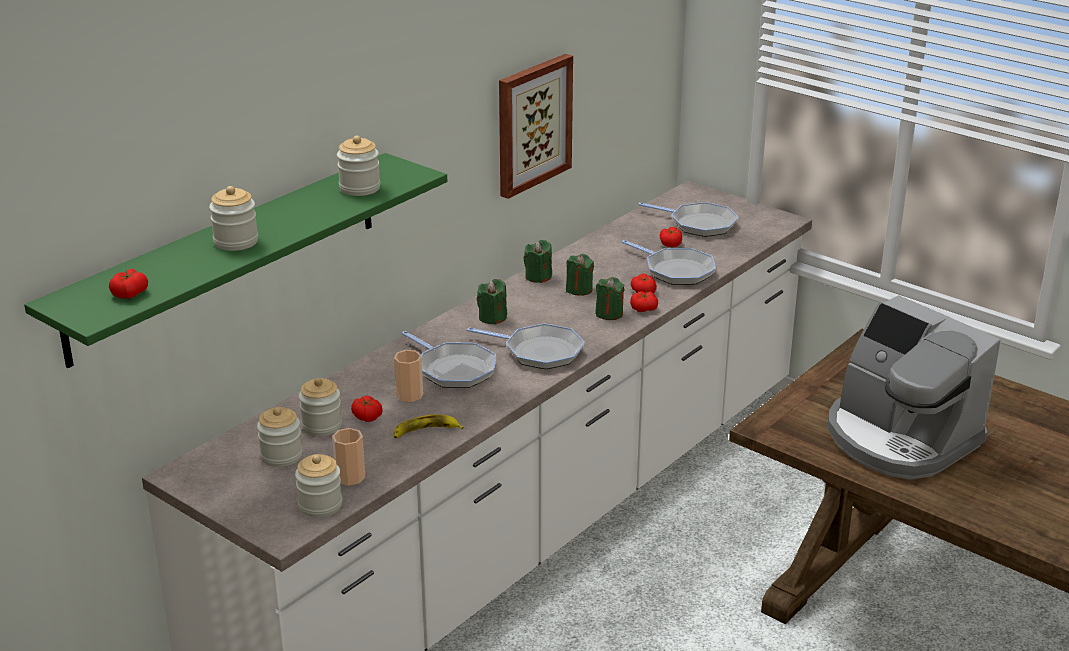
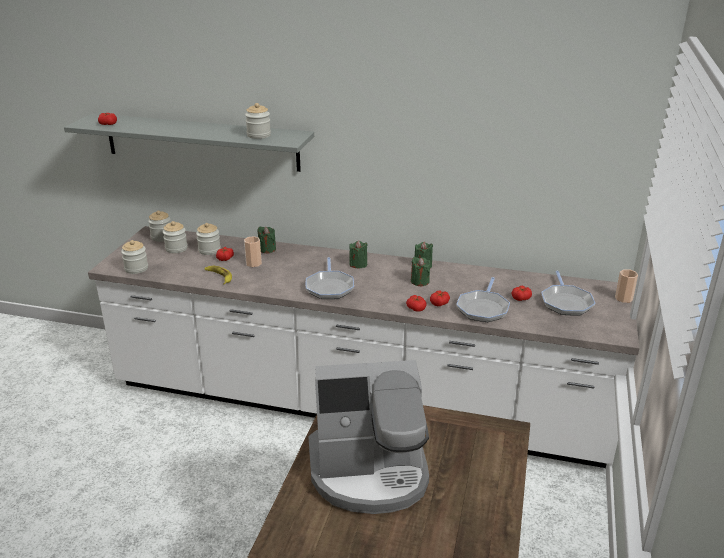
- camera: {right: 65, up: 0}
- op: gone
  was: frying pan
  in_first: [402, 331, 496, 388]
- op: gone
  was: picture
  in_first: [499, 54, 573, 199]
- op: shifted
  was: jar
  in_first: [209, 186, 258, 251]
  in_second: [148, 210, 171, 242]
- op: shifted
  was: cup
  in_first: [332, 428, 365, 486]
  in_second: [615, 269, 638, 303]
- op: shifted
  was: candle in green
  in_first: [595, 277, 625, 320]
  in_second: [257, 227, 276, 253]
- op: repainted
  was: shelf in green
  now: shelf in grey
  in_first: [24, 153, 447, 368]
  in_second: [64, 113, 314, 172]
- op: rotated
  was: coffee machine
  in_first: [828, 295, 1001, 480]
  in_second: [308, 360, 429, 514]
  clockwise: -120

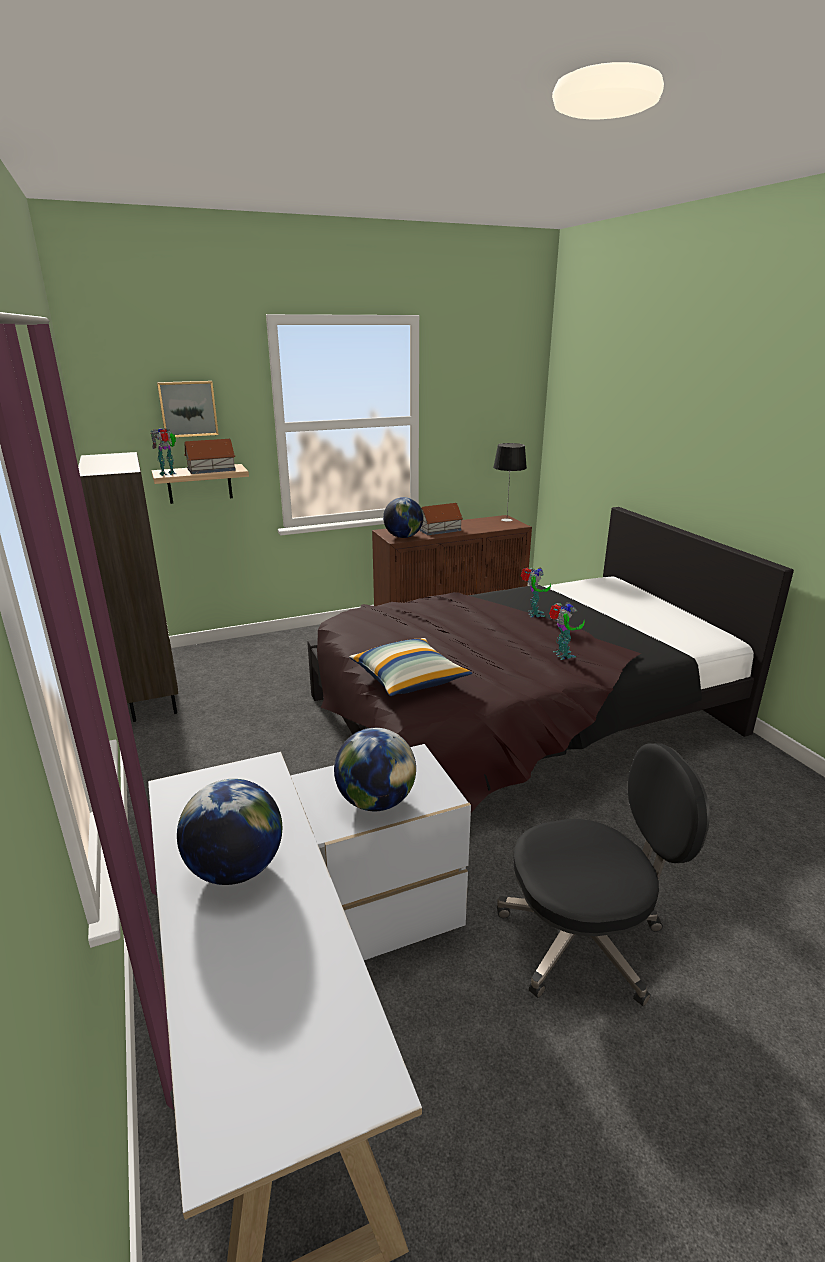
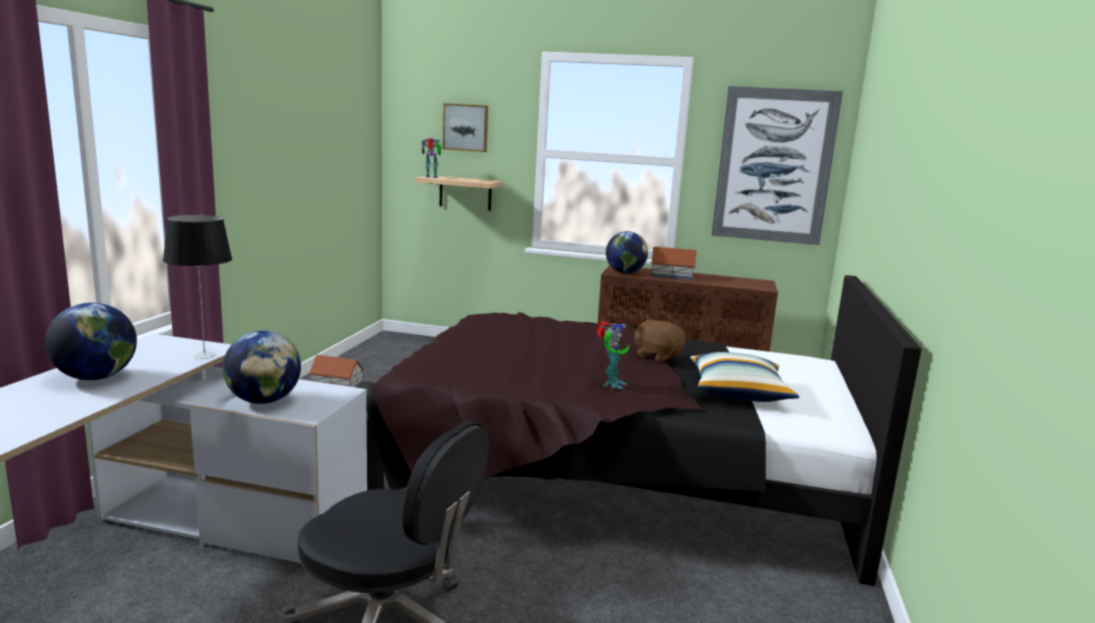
- camera: {right: 35, up: -10}
- op: gone
  was: bookcase in brown
  in_first: [78, 452, 178, 722]
- op: new
  now: picture
  in_second: [711, 86, 843, 245]
- op: shifted
  was: toy house
  in_first: [184, 439, 236, 474]
  in_second: [308, 355, 364, 388]
- op: shifted
  was: pillow
  in_first: [349, 638, 472, 696]
  in_second: [690, 352, 799, 402]
- op: shifted
  was: table lamp
  in_first: [493, 443, 527, 522]
  in_second: [163, 215, 232, 359]
- op: swapped
  was: toy robot
  now: plush toy in brown
  in_first: [521, 568, 551, 617]
  in_second: [635, 320, 685, 362]

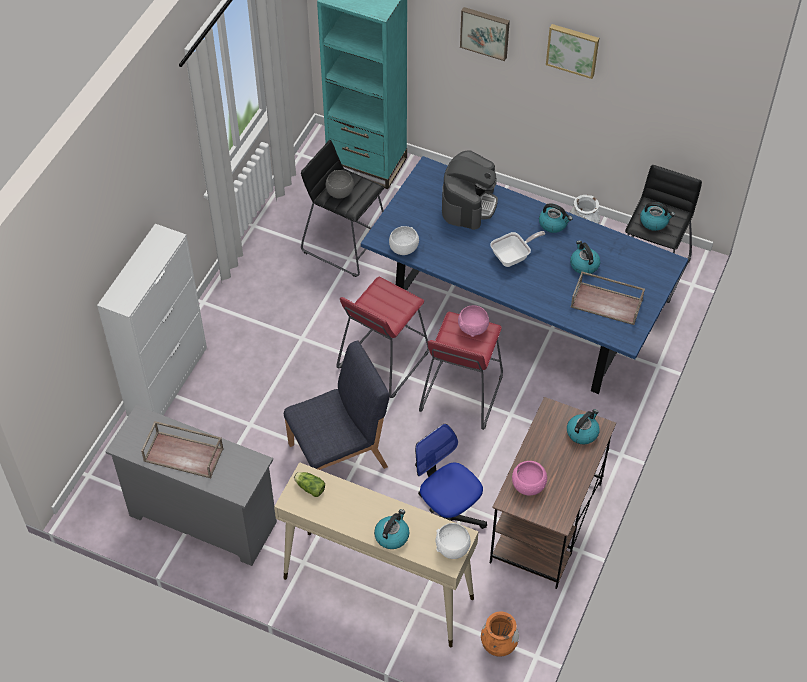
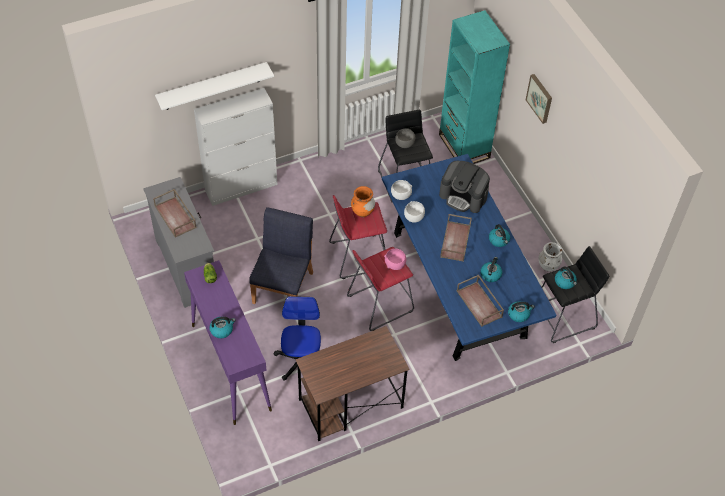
- camera: {right: 40, up: 0}
- op: gone
  was: bowl in pink
  in_first: [512, 461, 547, 496]
- op: gone
  was: picture
  in_first: [546, 24, 599, 79]
- op: new
  now: shelf in white
  in_second: [155, 62, 274, 110]
- op: shifted
  was: bowl in white
  in_first: [436, 523, 471, 559]
  in_second: [404, 201, 425, 223]
- op: shifted
  was: vase in orange
  in_first: [481, 611, 519, 657]
  in_second: [351, 186, 375, 217]
- op: shifted
  was: kettle
  in_first: [567, 409, 600, 445]
  in_second: [508, 301, 535, 322]
- op: swapped
  was: frying pan
  now: tray in brown
  in_first: [490, 231, 545, 267]
  in_second: [440, 214, 472, 262]
- op: repainted
  was: console table in beige
  now: console table in purple
  in_first: [274, 462, 479, 647]
  in_second: [184, 260, 272, 425]
- op: rotated
  was: chair in blue
  in_first: [284, 340, 390, 470]
  in_second: [249, 207, 313, 304]
  clockwise: -90
- op: rotated
  was: coffee machine
  in_first: [442, 150, 498, 230]
  in_second: [439, 161, 490, 213]
  clockwise: 60

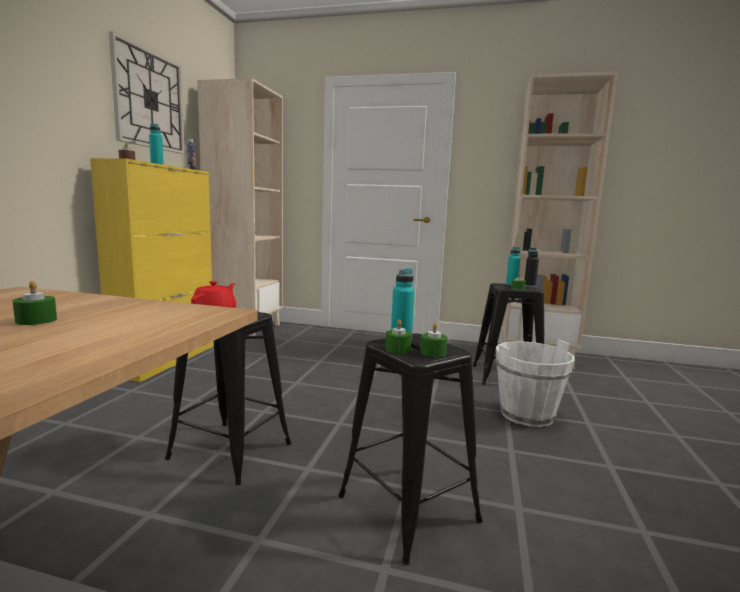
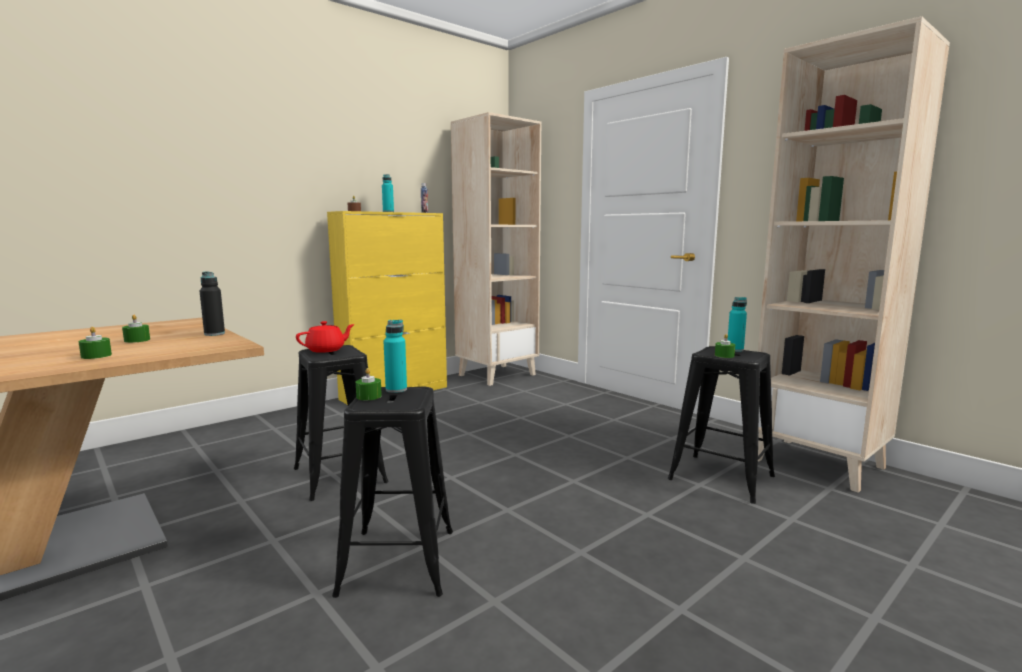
- camera: {right: 35, up: 0}
- op: gone
  was: wall clock
  in_first: [109, 31, 185, 154]
- op: gone
  was: bucket in white
  in_first: [495, 340, 575, 427]
- op: shifted
  was: candle in green
  in_first: [420, 323, 447, 357]
  in_second: [78, 327, 112, 359]
- op: shifted
  was: bottle in black
  in_first: [525, 248, 539, 287]
  in_second: [200, 272, 225, 336]

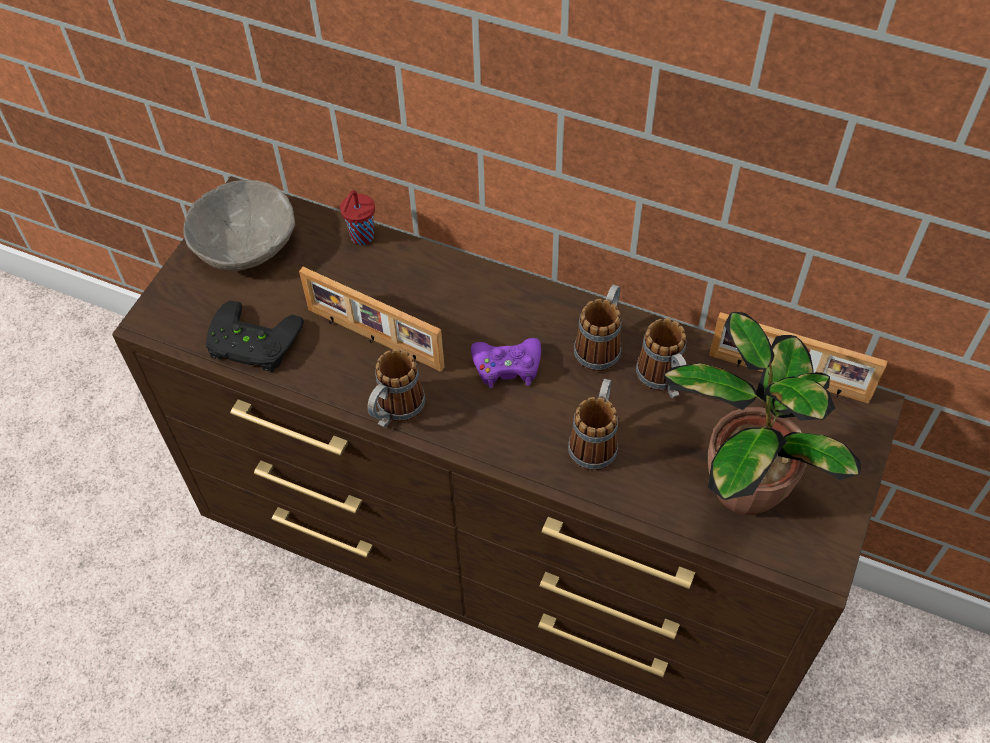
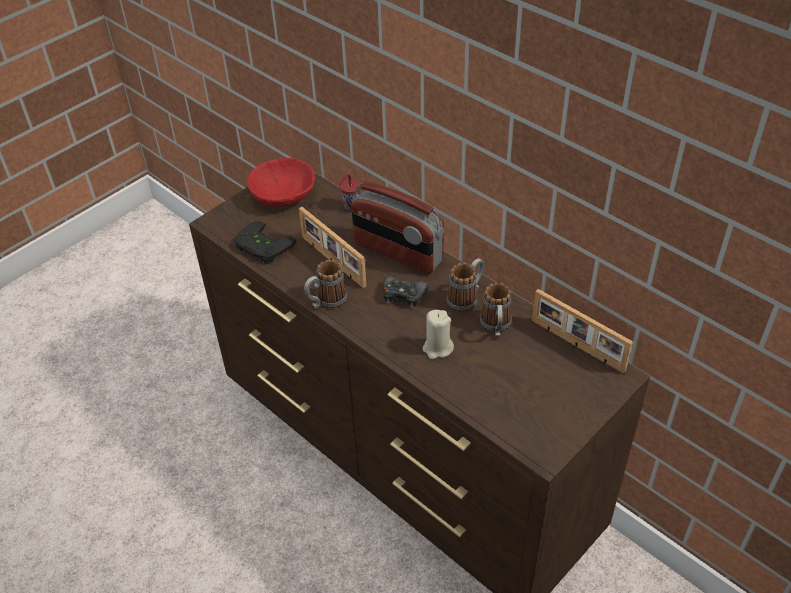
- camera: {right: 20, up: -10}
- op: gone
  was: potted plant
  in_first: [663, 312, 861, 515]
- op: new
  now: radio
  in_second: [351, 181, 444, 274]
- op: swapped
  was: mug
  now: candle in beige
  in_first: [568, 379, 618, 471]
  in_second: [423, 310, 454, 359]
- op: repainted
  was: bowl in grey
  now: bowl in red
  in_first: [183, 180, 295, 271]
  in_second: [247, 158, 315, 206]
- op: repainted
  was: game controller in purple
  now: game controller in black
  in_first: [471, 338, 541, 388]
  in_second: [383, 276, 428, 308]

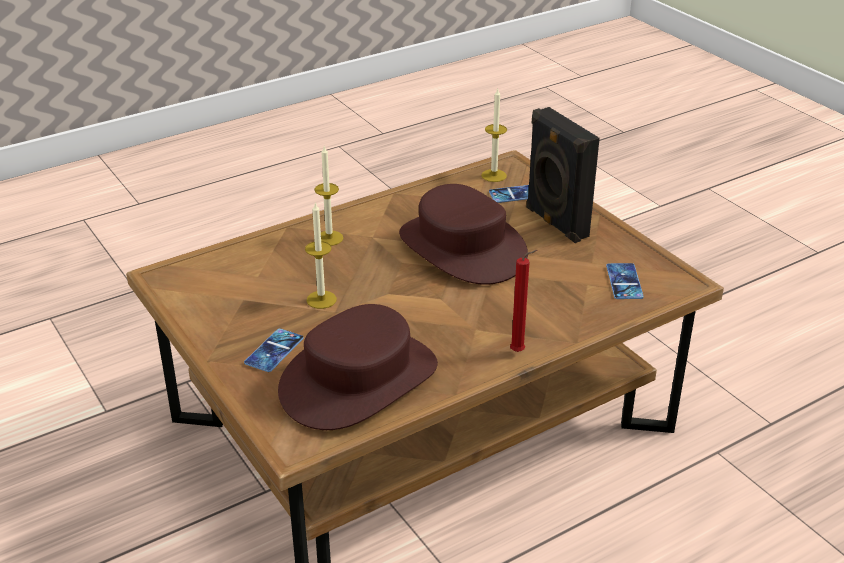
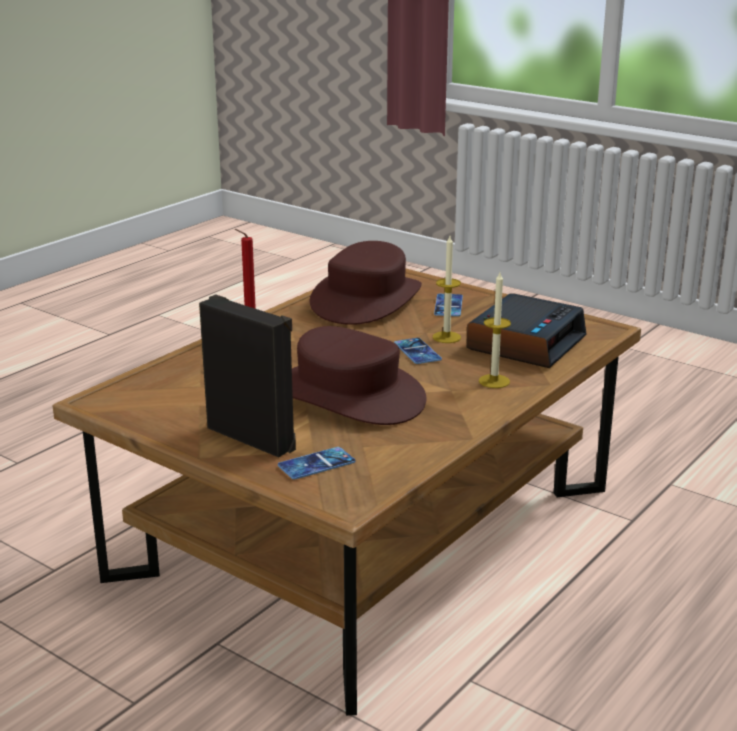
- camera: {right: 160, up: -10}
- op: gone
  was: candle
  in_first: [481, 89, 507, 182]
- op: new
  now: alarm clock
  in_second: [467, 293, 587, 368]
- op: shifted
  was: phone
  in_first: [606, 263, 644, 299]
  in_second: [394, 338, 442, 364]

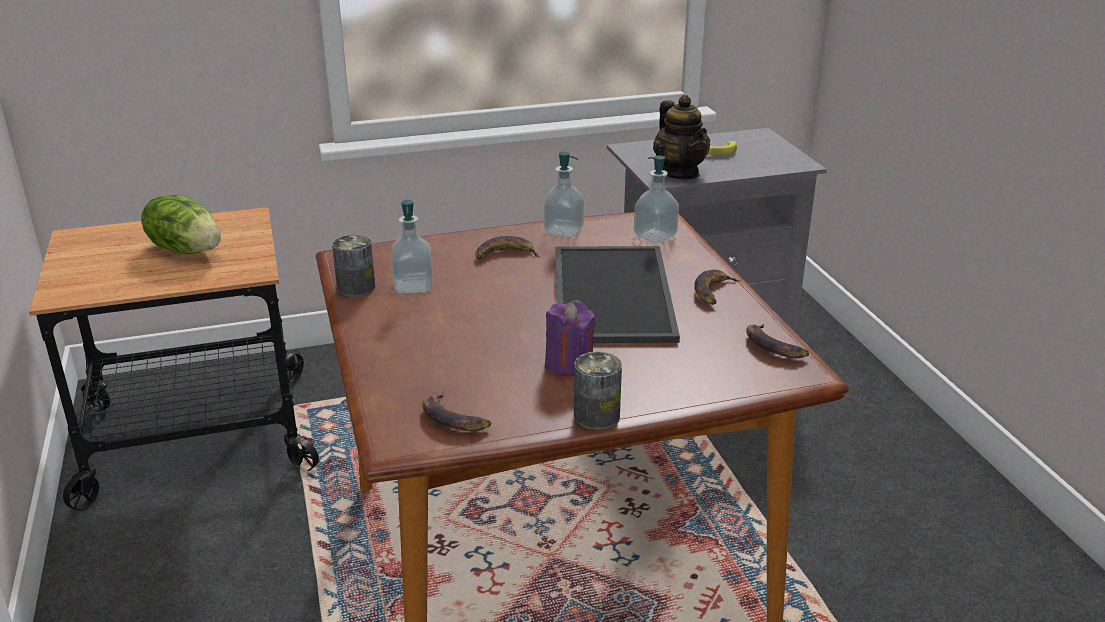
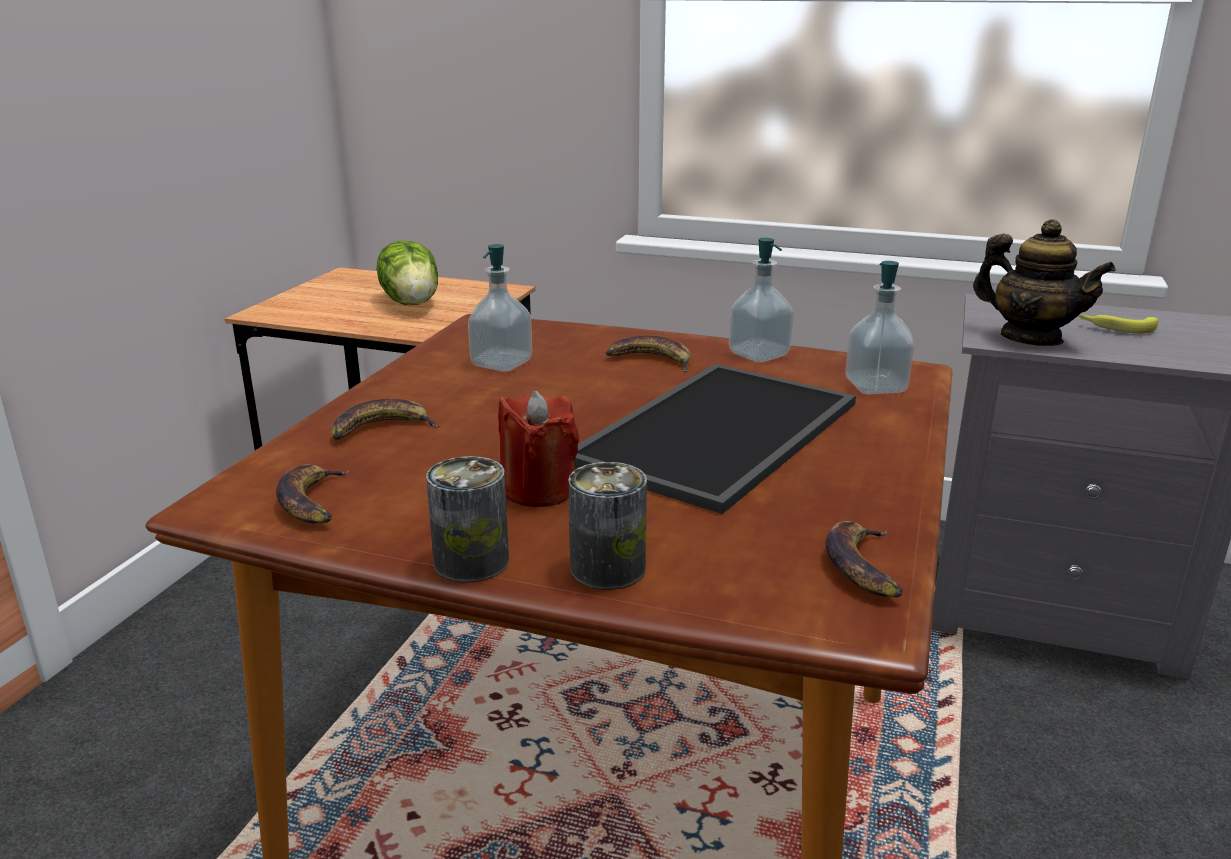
- camera: {right: 35, up: -5}
- op: shifted
  was: can
  in_first: [332, 234, 375, 297]
  in_second: [568, 462, 647, 590]
- op: shifted
  was: banana
  in_first: [694, 269, 741, 305]
  in_second: [331, 399, 440, 440]
- op: repainted
  was: candle in purple
  now: candle in red
  in_first: [545, 300, 596, 376]
  in_second: [498, 391, 579, 507]
- op: rotated
  was: teapot
  in_first: [653, 95, 710, 179]
  in_second: [973, 219, 1116, 346]
  clockwise: -60

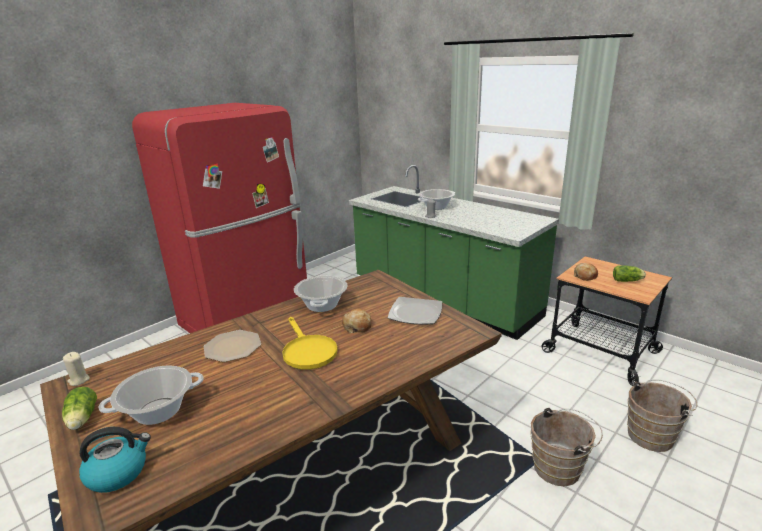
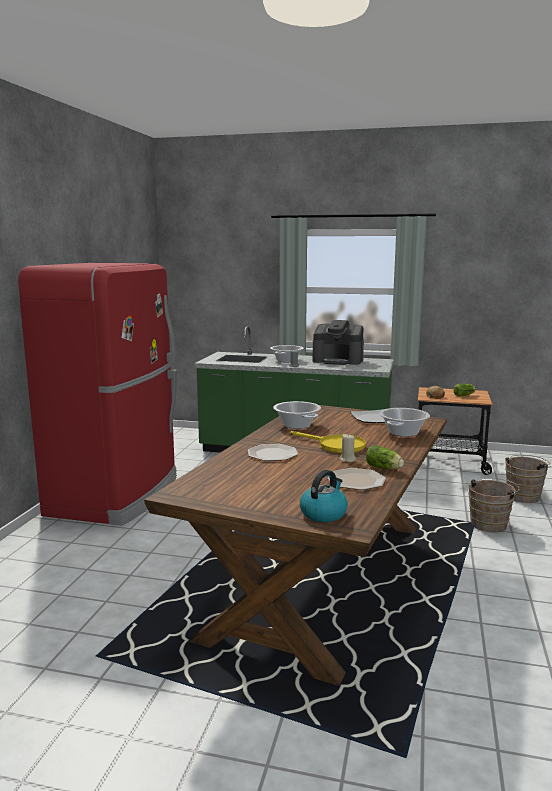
- camera: {right: -30, up: -10}
- op: gone
  was: bread
  in_first: [342, 308, 371, 333]
- op: new
  now: coffee machine
  in_second: [312, 320, 364, 365]
- op: new
  now: plate
  in_second: [328, 468, 386, 490]
- op: shifted
  was: lettuce
  in_first: [62, 387, 97, 430]
  in_second: [366, 445, 404, 469]
- op: shifted
  was: candle in beige
  in_first: [63, 352, 90, 386]
  in_second: [339, 434, 356, 462]
- op: shifted
  was: cooking pot
  in_first: [98, 365, 204, 425]
  in_second: [379, 408, 430, 437]

